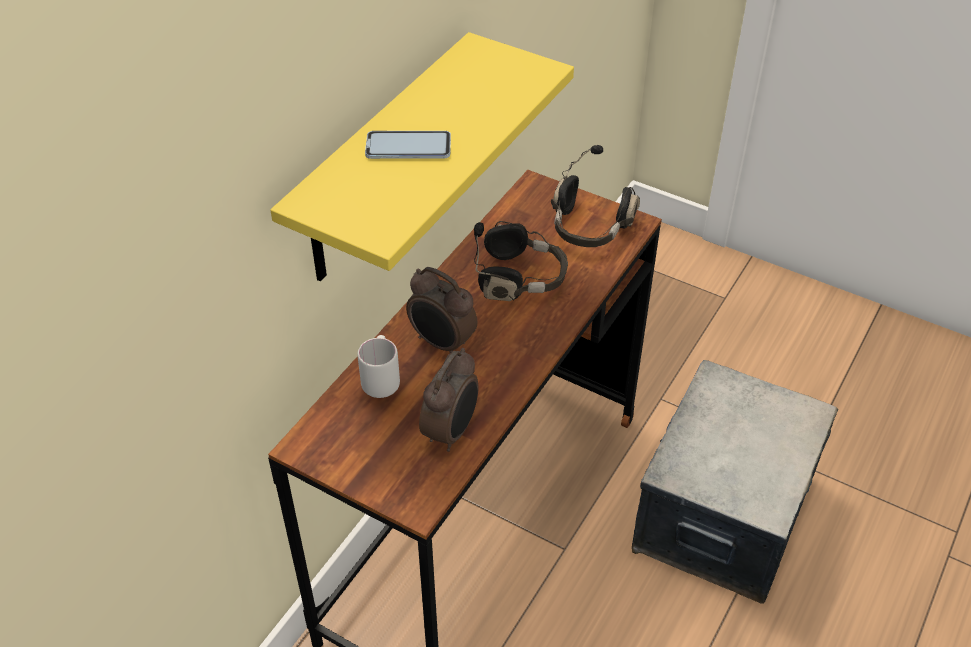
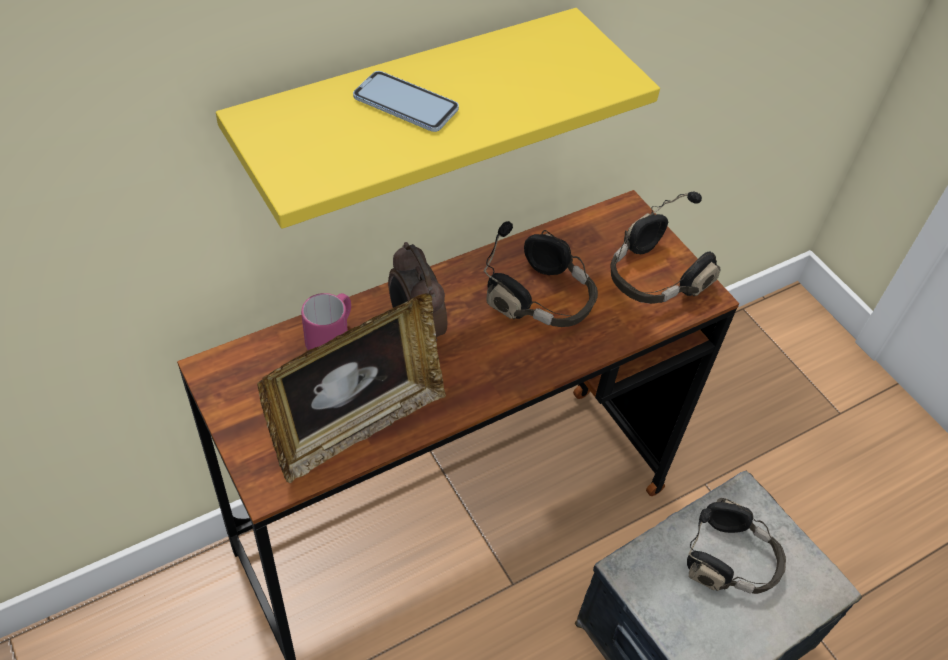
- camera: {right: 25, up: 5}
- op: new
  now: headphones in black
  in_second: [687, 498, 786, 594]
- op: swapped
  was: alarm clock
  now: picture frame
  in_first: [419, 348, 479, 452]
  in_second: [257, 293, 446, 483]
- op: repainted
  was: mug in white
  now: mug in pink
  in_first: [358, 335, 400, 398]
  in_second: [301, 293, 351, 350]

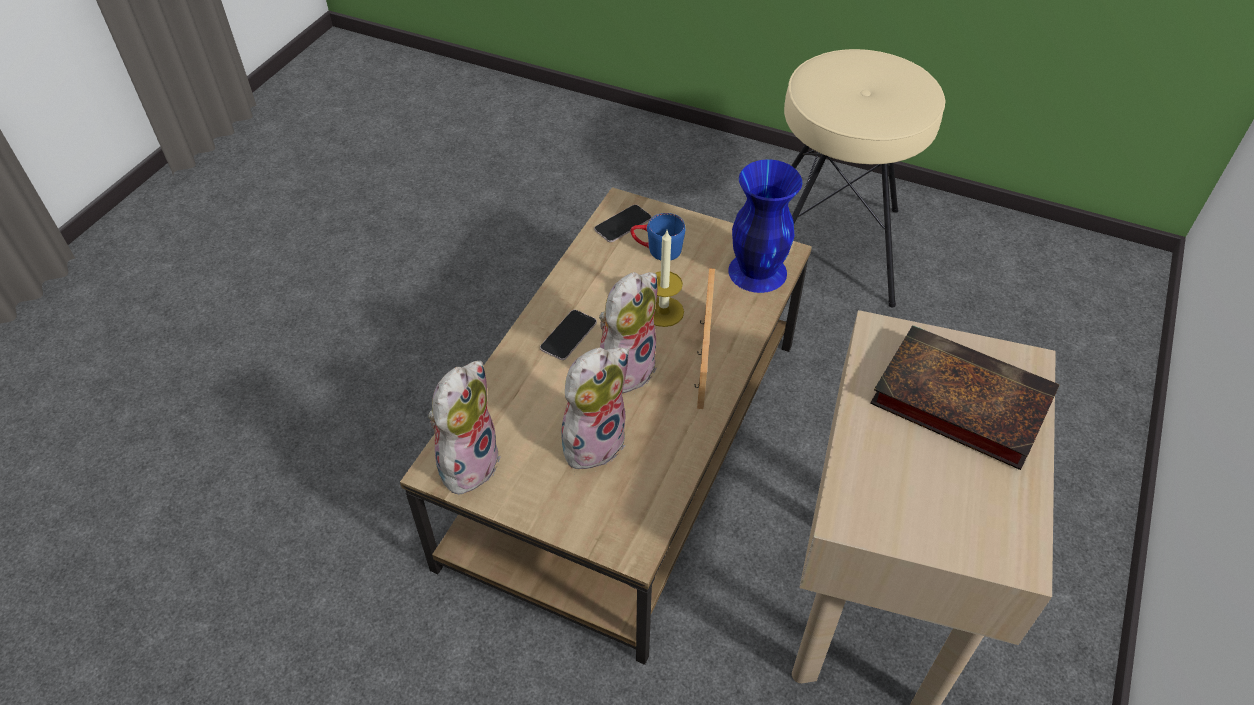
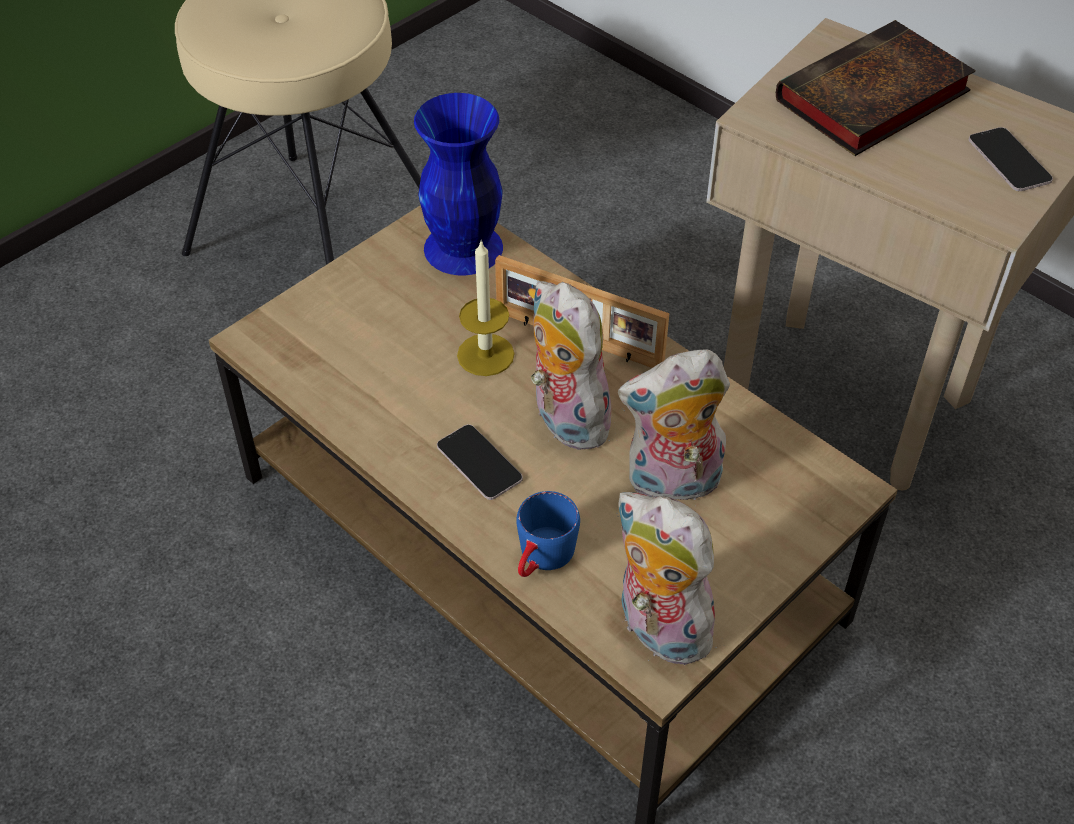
- camera: {right: -70, up: 0}
- op: shifted
  was: phone
  in_first: [594, 205, 652, 242]
  in_second: [969, 127, 1053, 191]
- op: shifted
  was: mug in blue
  in_first: [630, 213, 685, 261]
  in_second: [516, 491, 580, 577]
- op: rotated
  was: plush toy
  in_first: [561, 347, 629, 472]
  in_second: [618, 349, 730, 507]
  clockwise: -75

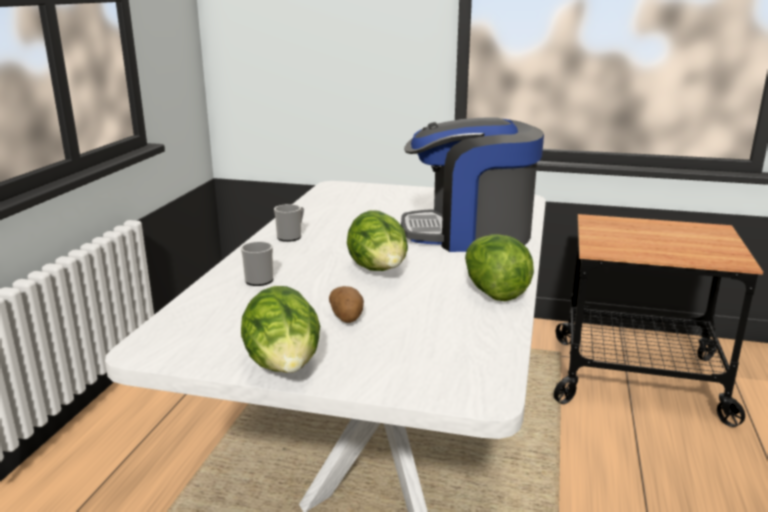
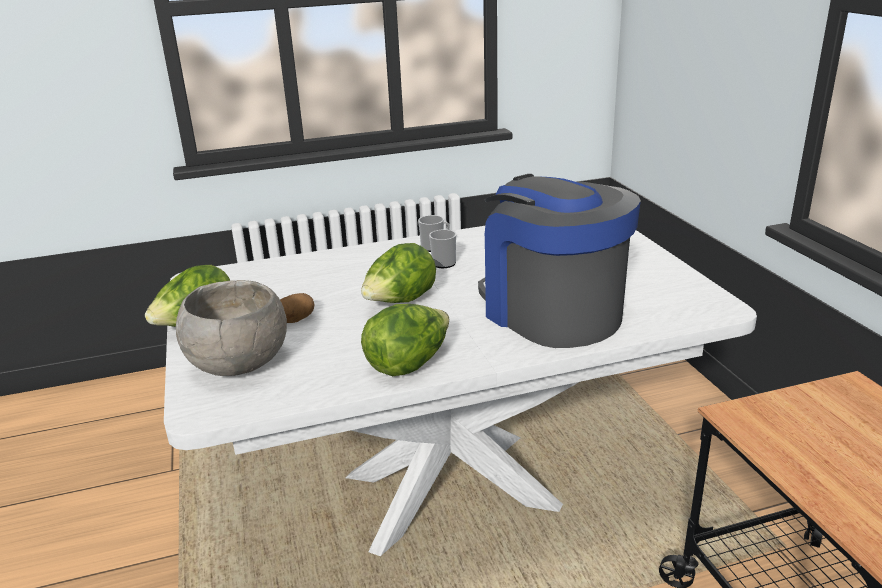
- camera: {right: 60, up: 5}
- op: new
  now: bowl in grey
  in_second: [176, 280, 287, 376]
- op: shifted
  was: mug
  in_first: [241, 242, 273, 286]
  in_second: [429, 229, 456, 268]

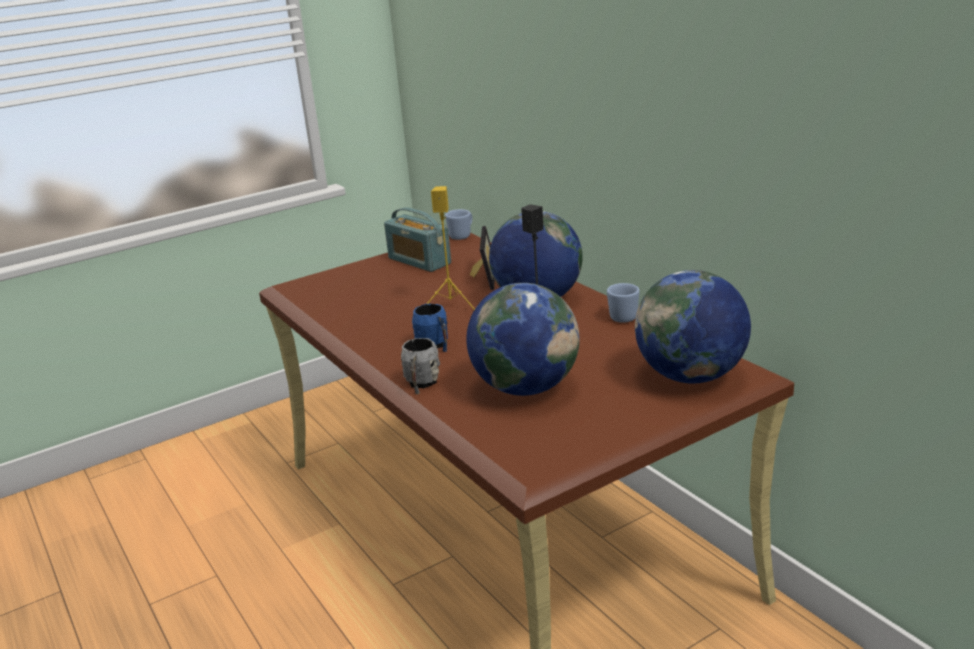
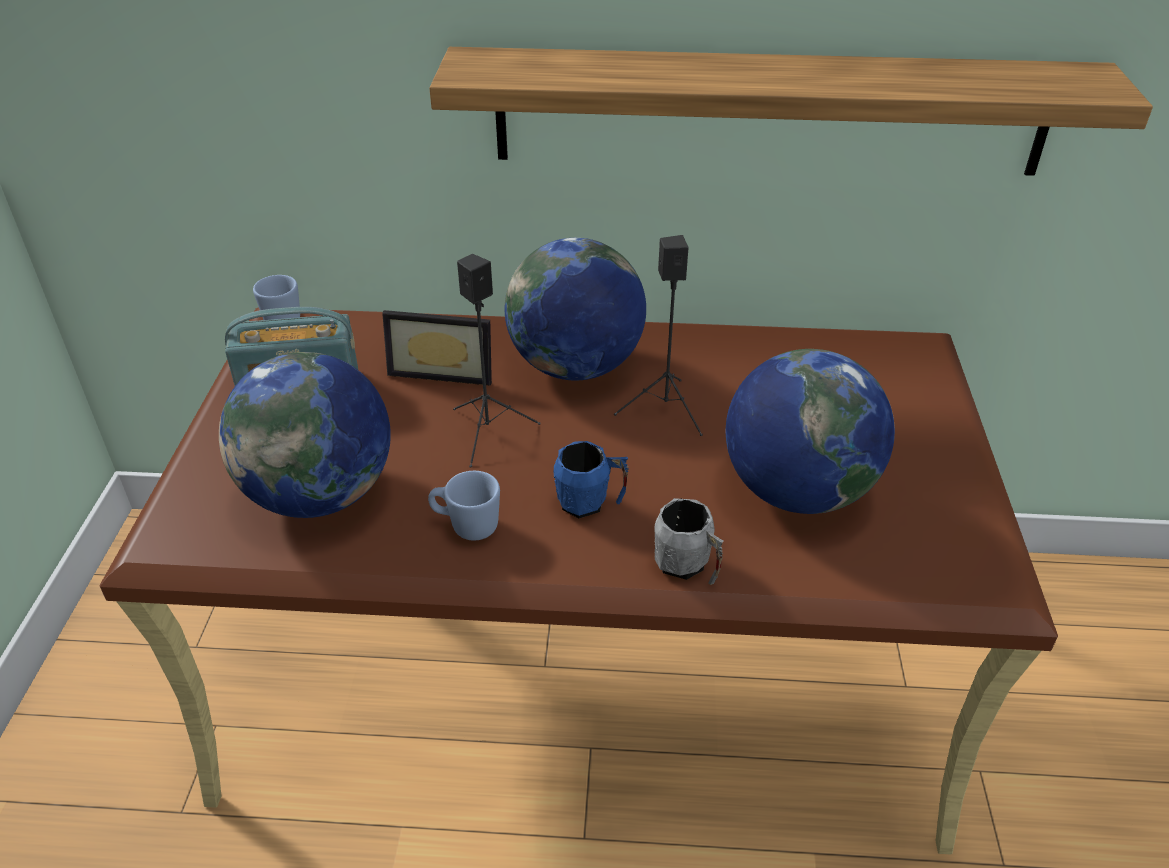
- camera: {right: -55, up: 15}
- op: new
  now: shelf
  in_second: [429, 47, 1153, 176]
- op: shifted
  was: mug in blue
  in_first: [607, 283, 640, 323]
  in_second: [428, 471, 500, 541]
- op: shifted
  was: globe
  in_first: [635, 270, 751, 384]
  in_second: [219, 352, 391, 518]
- op: repainted
  was: speaker in yellow
  now: speaker in black
  in_first: [427, 186, 475, 310]
  in_second: [453, 254, 541, 468]
- op: rotated
  was: picture frame
  in_first: [470, 226, 495, 290]
  in_second: [382, 310, 492, 385]
  clockwise: 150

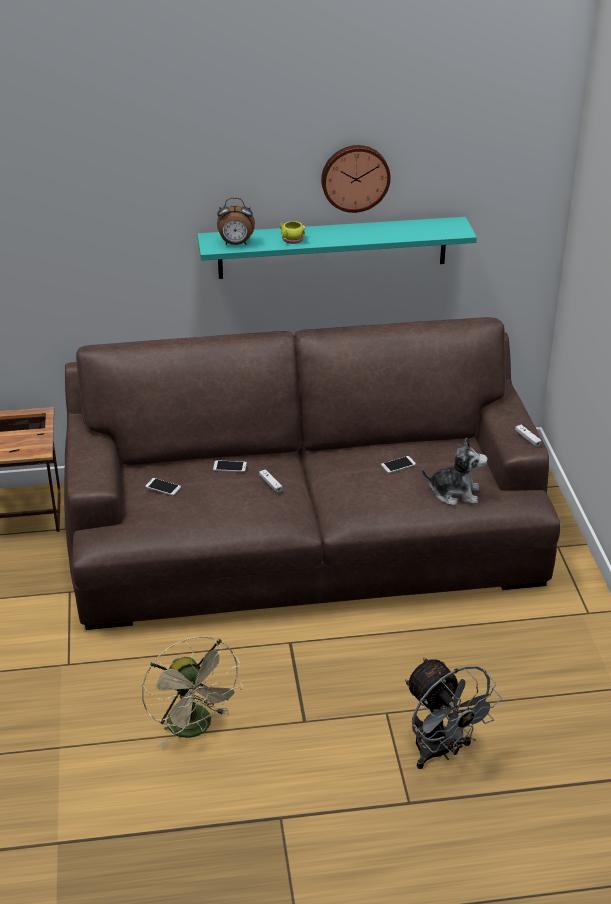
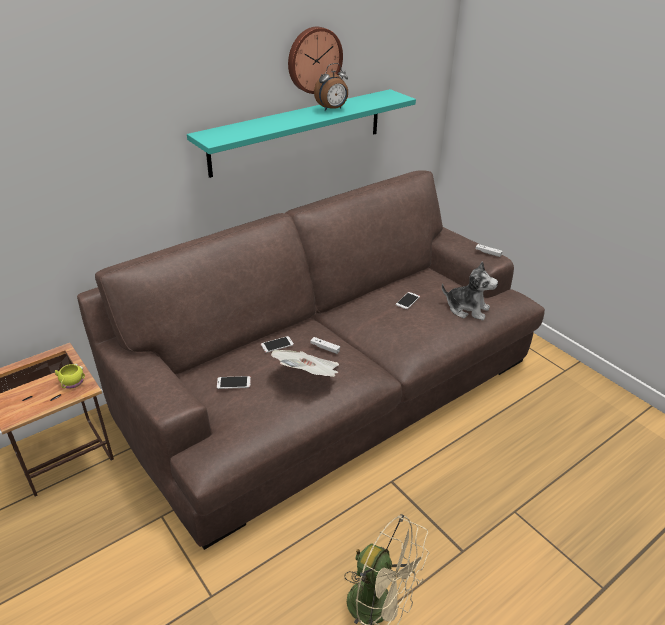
- camera: {right: -30, up: 0}
- op: gone
  was: fan in grey
  in_first: [405, 658, 502, 769]
- op: new
  now: newspaper
  in_second: [271, 350, 339, 377]
- op: shifted
  was: alarm clock
  in_first: [217, 198, 255, 245]
  in_second: [314, 63, 348, 111]
- op: shifted
  was: mug in yellow
  in_first: [280, 221, 306, 244]
  in_second: [55, 363, 85, 389]
- op: rotated
  was: plush toy
  in_first: [422, 438, 488, 506]
  in_second: [442, 261, 498, 320]
  clockwise: 45

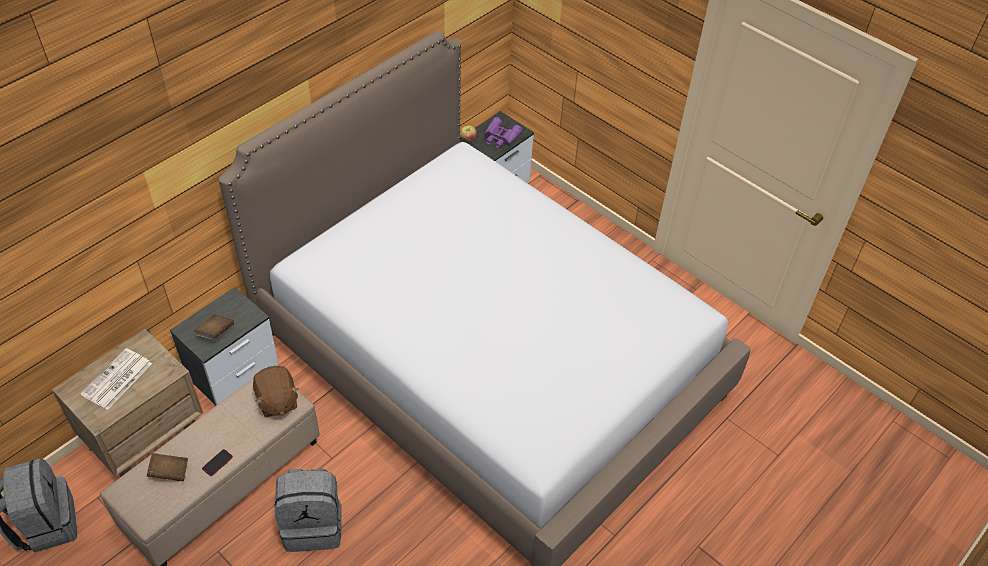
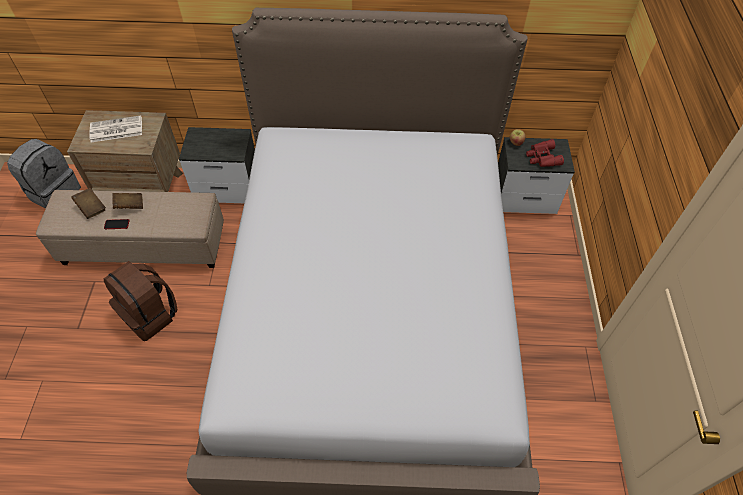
- camera: {right: 50, up: 5}
- op: gone
  was: plush toy in brown
  in_first: [253, 366, 298, 417]
- op: shifted
  was: book in brown
  in_first: [194, 314, 234, 339]
  in_second: [113, 193, 143, 209]
- op: repainted
  was: backpack in grey
  now: backpack in brown
  in_first: [274, 469, 341, 552]
  in_second: [104, 261, 177, 341]
- op: repainted
  was: binoculars in purple
  now: binoculars in red
  in_first: [484, 117, 522, 148]
  in_second: [526, 139, 564, 167]

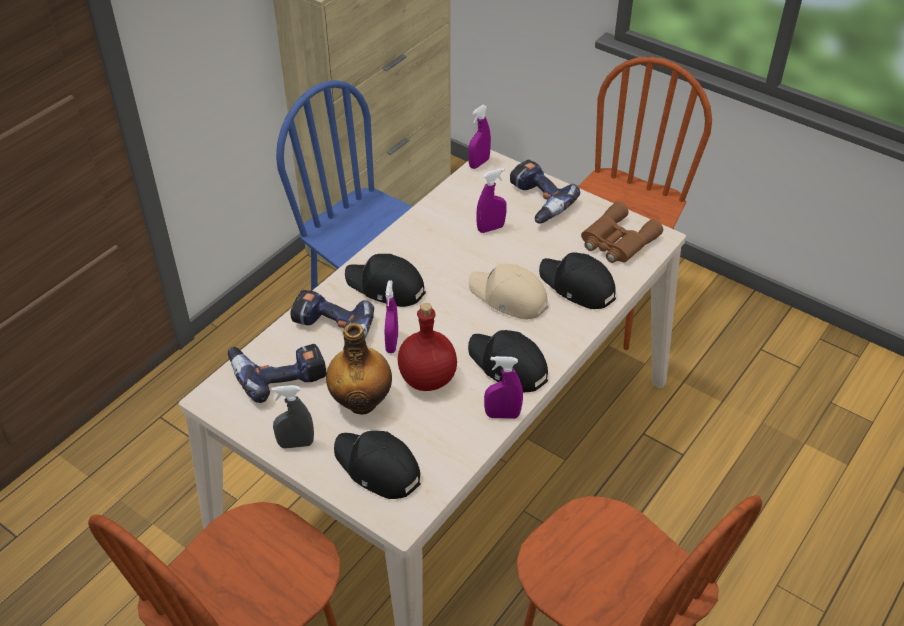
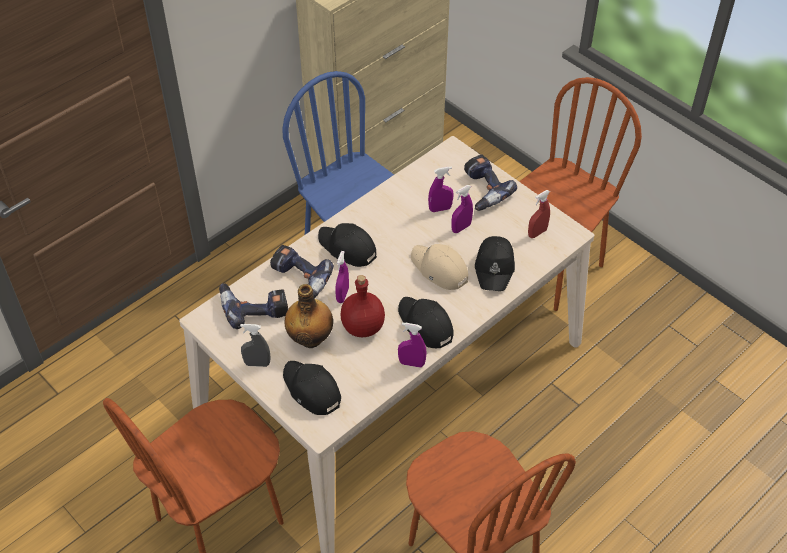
- camera: {right: 10, up: 5}
- op: shifted
  was: spray bottle in purple
  in_first: [468, 105, 491, 169]
  in_second: [451, 185, 473, 233]
- op: swapped
  was: binoculars in brown
  now: spray bottle in red
  in_first: [581, 201, 663, 263]
  in_second: [528, 190, 550, 238]
- op: rotated
  was: cap in black
  in_first: [539, 253, 616, 309]
  in_second: [475, 236, 515, 291]
  clockwise: -135

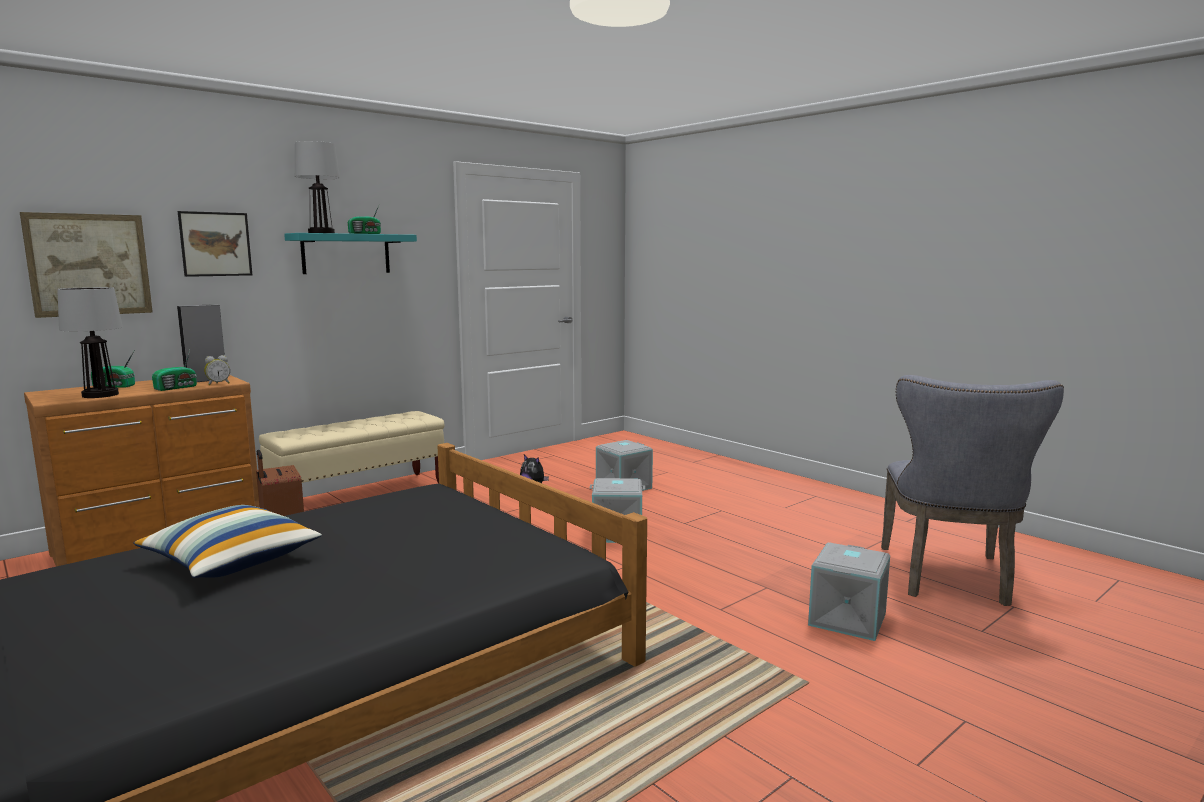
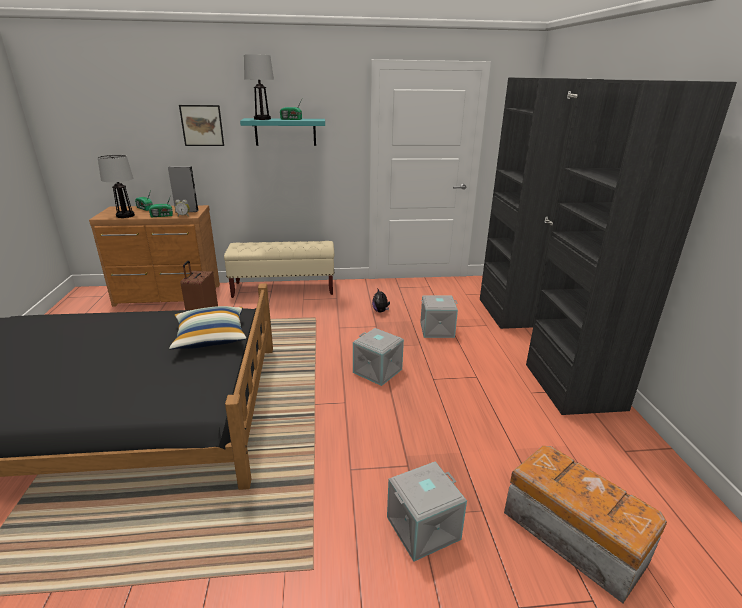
- camera: {right: 35, up: 15}
- op: gone
  was: picture
  in_first: [20, 212, 153, 318]
- op: new
  now: wardrobe in black
  in_second: [480, 77, 737, 415]
- op: shifted
  was: pillow
  in_first: [133, 505, 322, 578]
  in_second: [169, 306, 246, 349]
- op: swapped
  was: chair in grey
  now: storage box
  in_first: [881, 375, 1064, 606]
  in_second: [504, 446, 667, 603]

